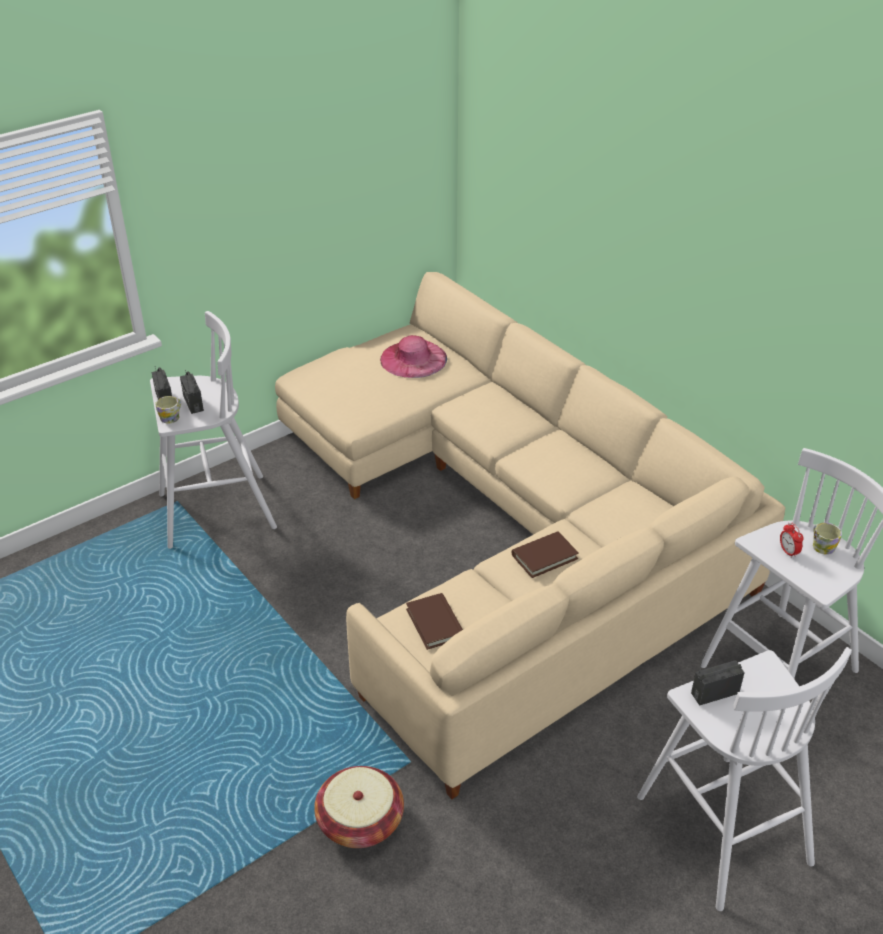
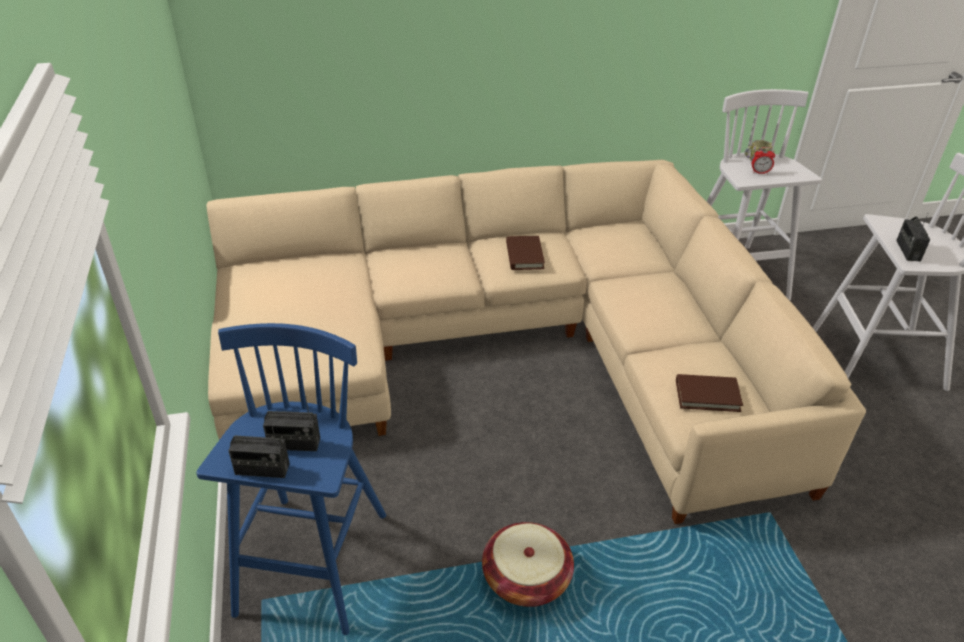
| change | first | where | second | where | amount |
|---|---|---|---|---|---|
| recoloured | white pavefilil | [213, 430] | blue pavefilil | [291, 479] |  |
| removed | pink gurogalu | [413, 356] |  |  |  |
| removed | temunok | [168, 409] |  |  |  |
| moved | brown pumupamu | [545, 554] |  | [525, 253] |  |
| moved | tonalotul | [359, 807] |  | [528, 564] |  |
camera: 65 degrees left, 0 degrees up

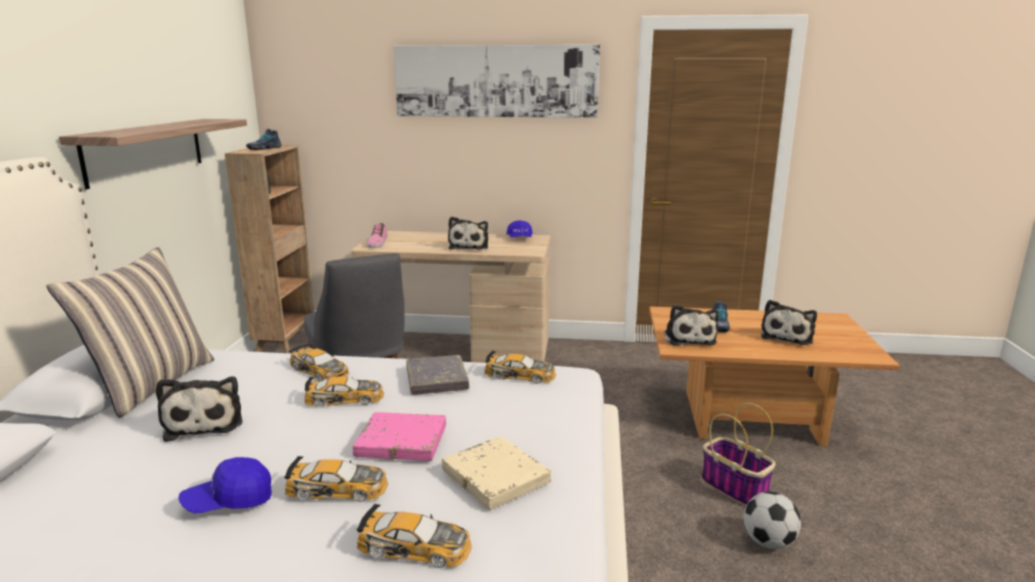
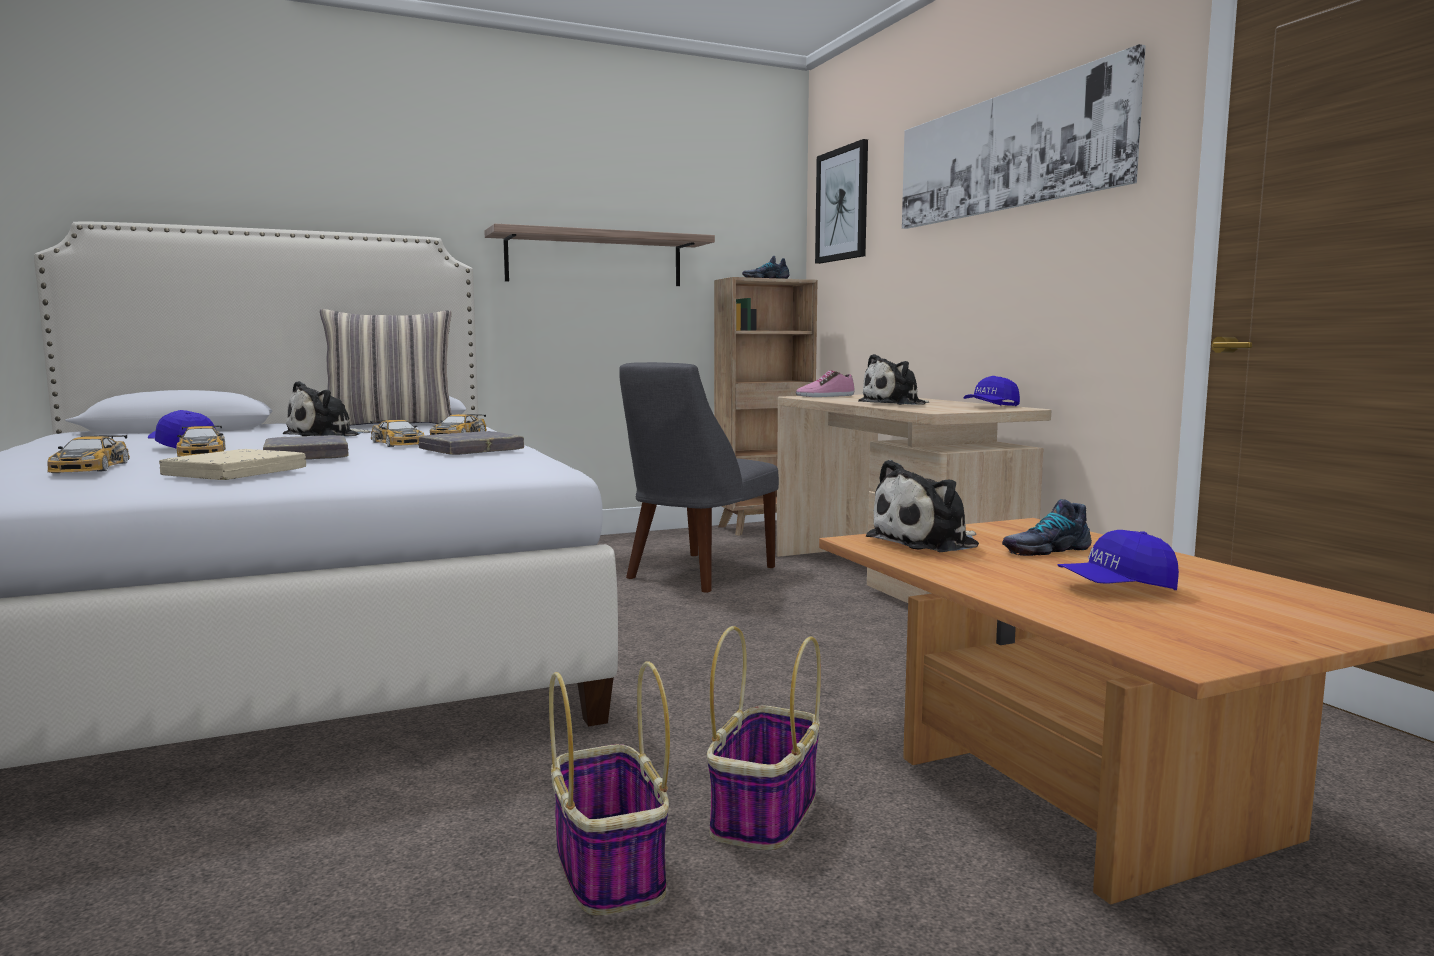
| change | first | where | second | where | amount |
|---|---|---|---|---|---|
| replaced | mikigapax | [789, 322] | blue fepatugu | [1118, 560] |  |
| removed | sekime | [520, 367] |  |  |  |
| recoloured | pink pumupamu | [399, 436] | grey pumupamu | [306, 447] |  |
| replaced | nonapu | [772, 520] | tonalotul | [609, 788] |  |
| added |  |  | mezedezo | [841, 201] |  |
camera: 60 degrees right, 10 degrees down

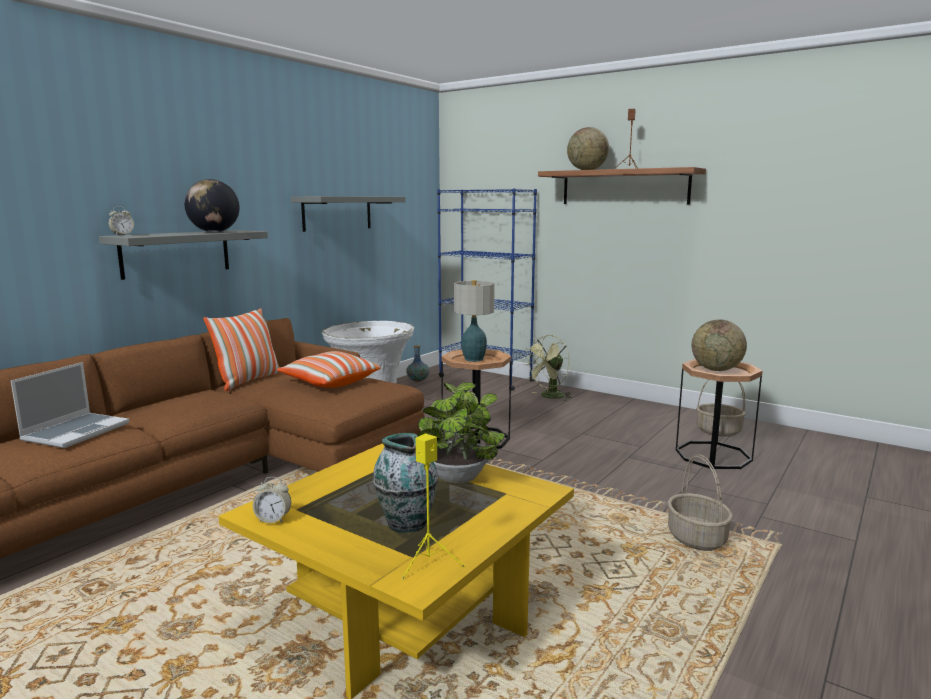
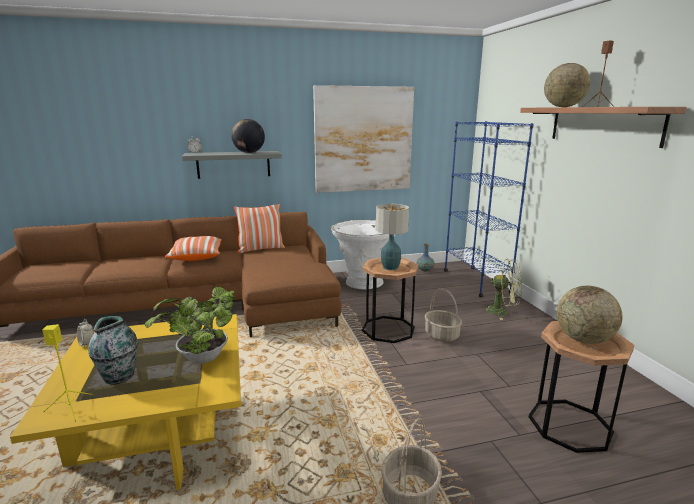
| change | first | where | second | where | amount |
|---|---|---|---|---|---|
| replaced | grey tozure | [348, 214] | mezedezo | [363, 139] |  |
| turned | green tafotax | [548, 368] |  | [501, 289] | 150 degrees counterclockwise |
| moved | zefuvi | [329, 369] |  | [193, 248] |  |
| removed | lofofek | [70, 405] |  |  |  |
| moved | tonalotul | [721, 407] |  | [443, 315] |  |
camera: 40 degrees right, 5 degrees up

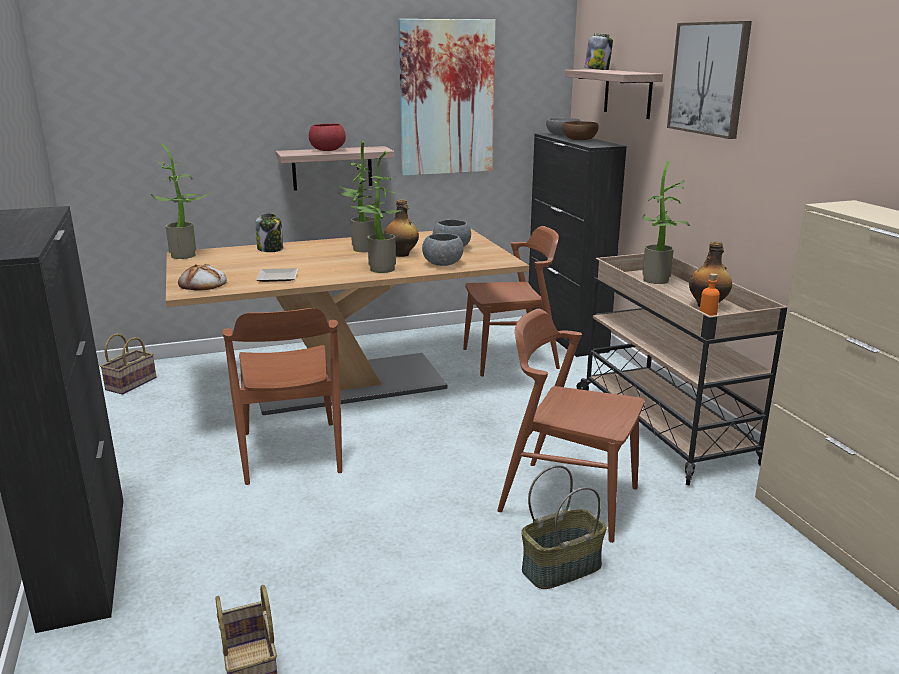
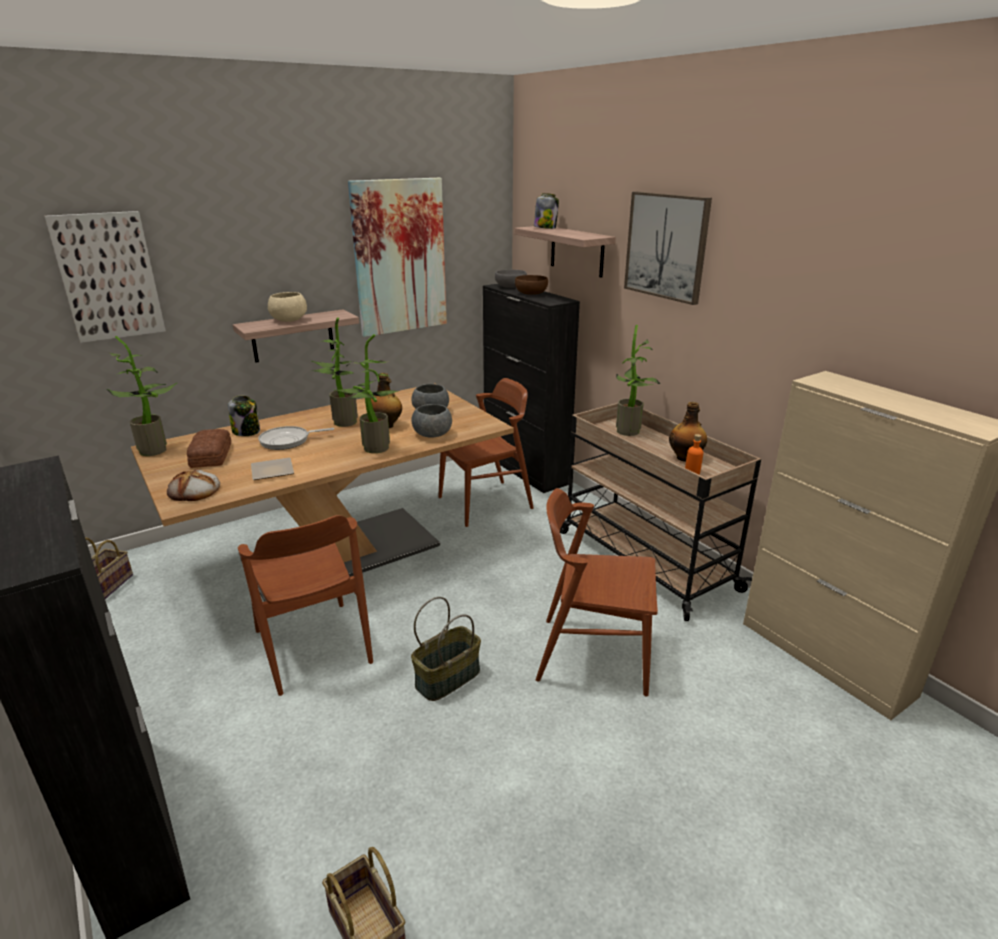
| change | first | where | second | where | amount |
|---|---|---|---|---|---|
| recoloured | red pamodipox | [327, 137] | beige pamodipox | [287, 307] |  |
| moved | tonalotul | [564, 527] |  | [446, 649] |  |
| added |  |  | mezedezo | [105, 277] |  |
| added |  |  | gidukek | [296, 438] |  |
| added |  |  | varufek | [209, 448] |  |
camera: 15 degrees left, 5 degrees up

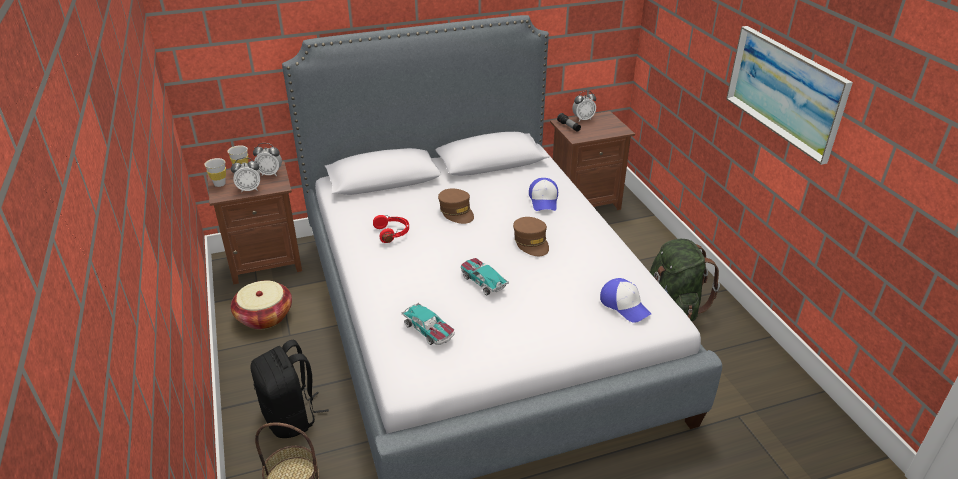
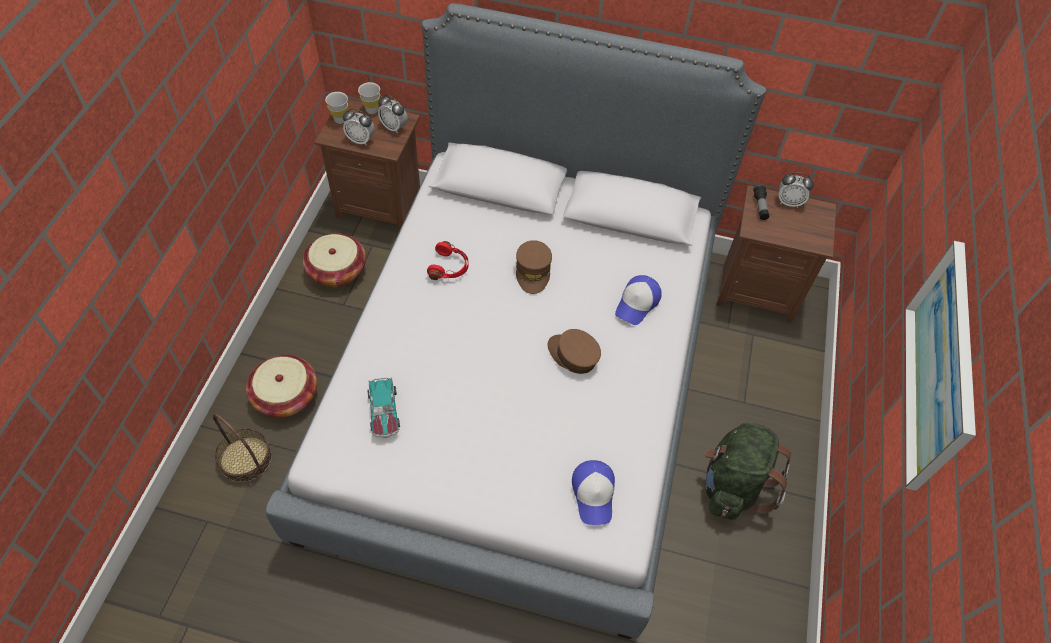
| change | first | where | second | where | amount |
|---|---|---|---|---|---|
| turned | brown fepatugu | [531, 236] |  | [574, 351] | 120 degrees clockwise |
| removed | sekime | [485, 276] |  |  |  |
| replaced | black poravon | [289, 389] | tonalotul | [281, 386] |  |
camera: 30 degrees right, 20 degrees up

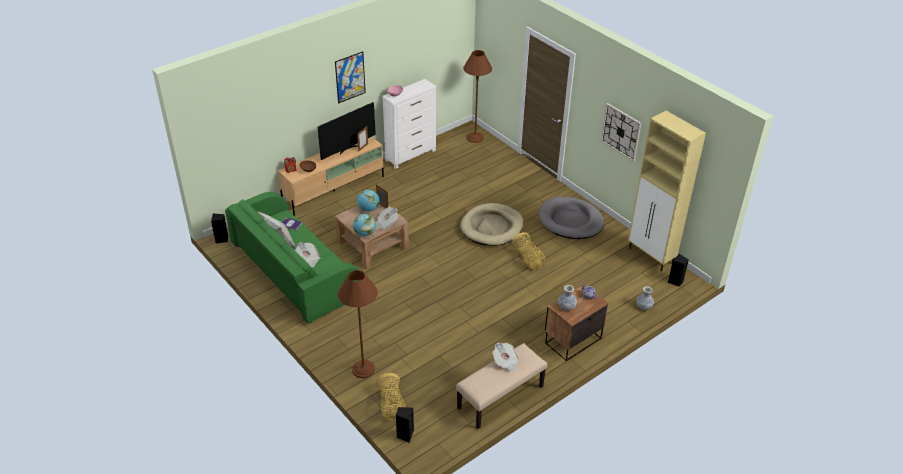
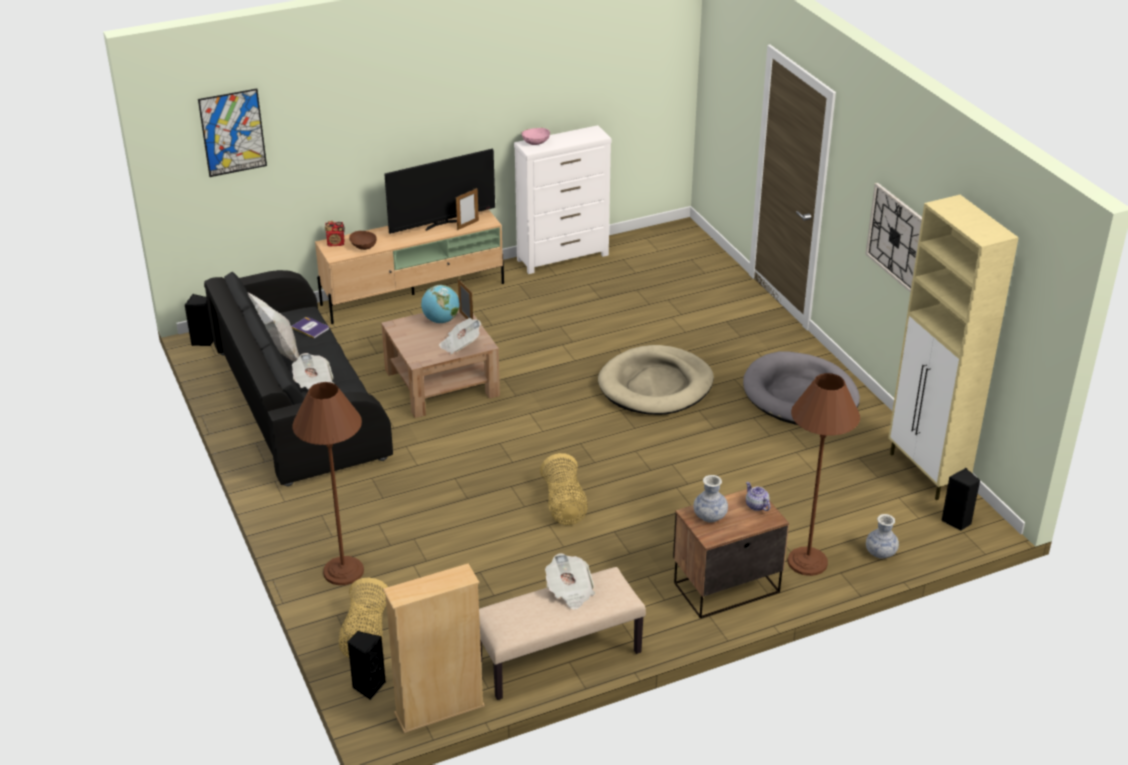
| change | first | where | second | where | amount |
|---|---|---|---|---|---|
| moved | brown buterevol | [477, 96] |  | [823, 474] |  |
| moved | mezedezo | [350, 77] |  | [232, 133] |  |
| recoloured | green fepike | [293, 257] | black fepike | [298, 378] |  |
| removed | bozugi | [364, 225] |  |  |  |
| moved | tonalotul | [528, 251] |  | [564, 489] |  |
| added |  |  | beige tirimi | [434, 648] |  |
camera: 15 degrees right, 5 degrees down

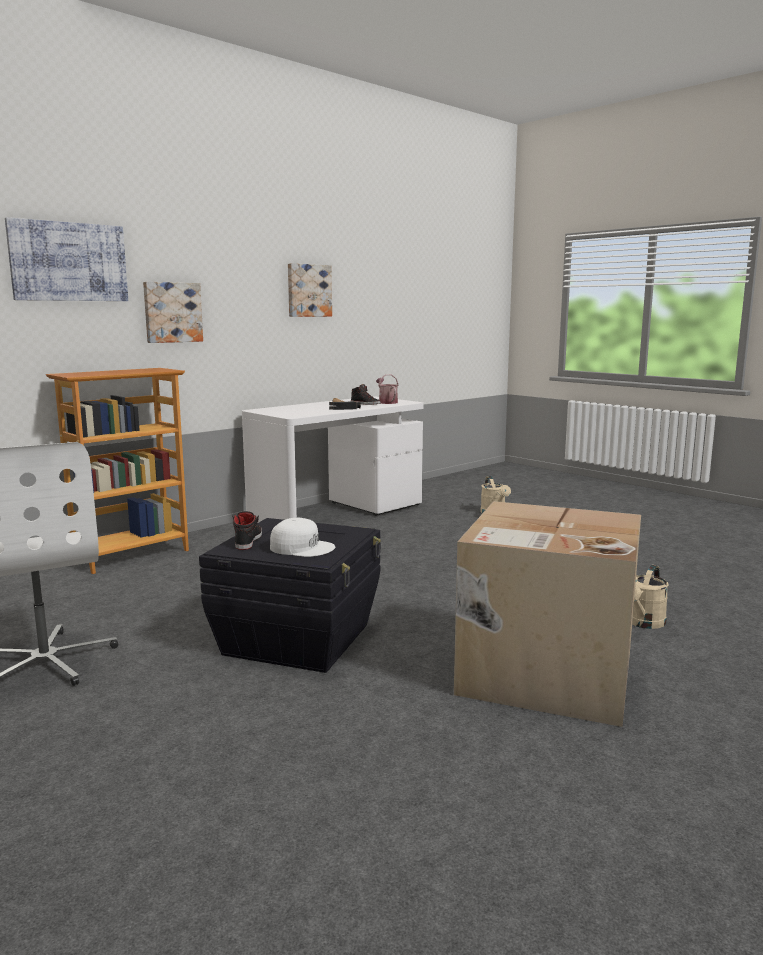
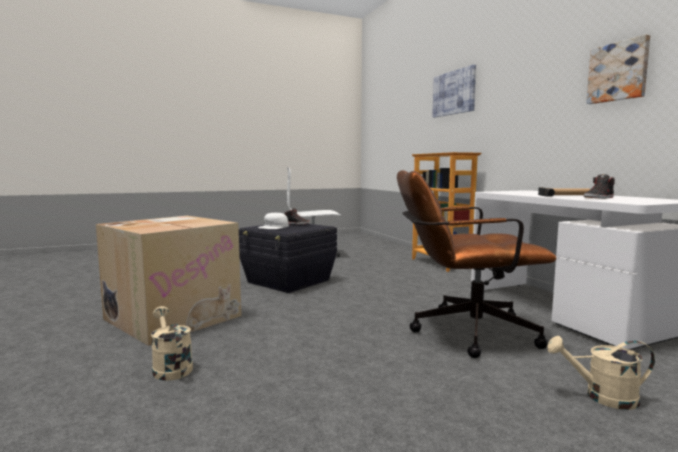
| change | first | where | second | where | amount |
|---|---|---|---|---|---|
| removed | mezedezo | [173, 312] |  |  |  |
| removed | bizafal | [387, 389] |  |  |  |
| added |  |  | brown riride | [477, 264] |  |
camera: 110 degrees right, 5 degrees down

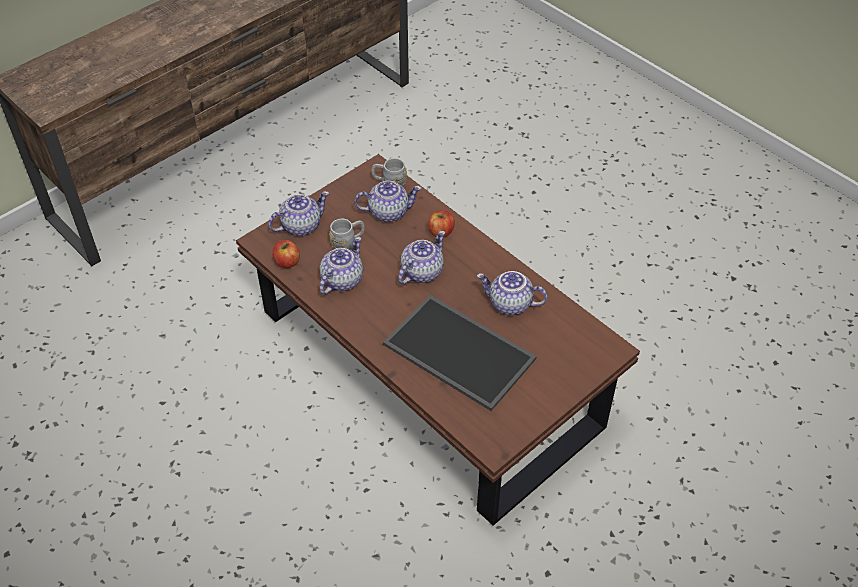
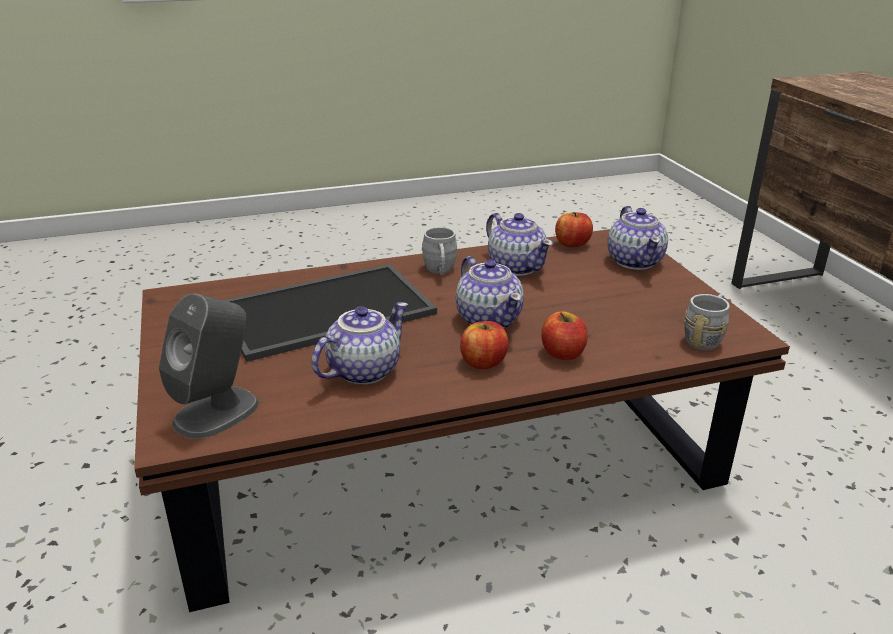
| change | first | where | second | where | amount |
|---|---|---|---|---|---|
| removed | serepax | [388, 201] |  |  |  |
| moved | grey temunok | [347, 234] |  | [439, 251] |  |
| added |  |  | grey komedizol | [209, 366] |  |
| added |  |  | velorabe | [484, 345] |  |
camera: 115 degrees right, 20 degrees down

